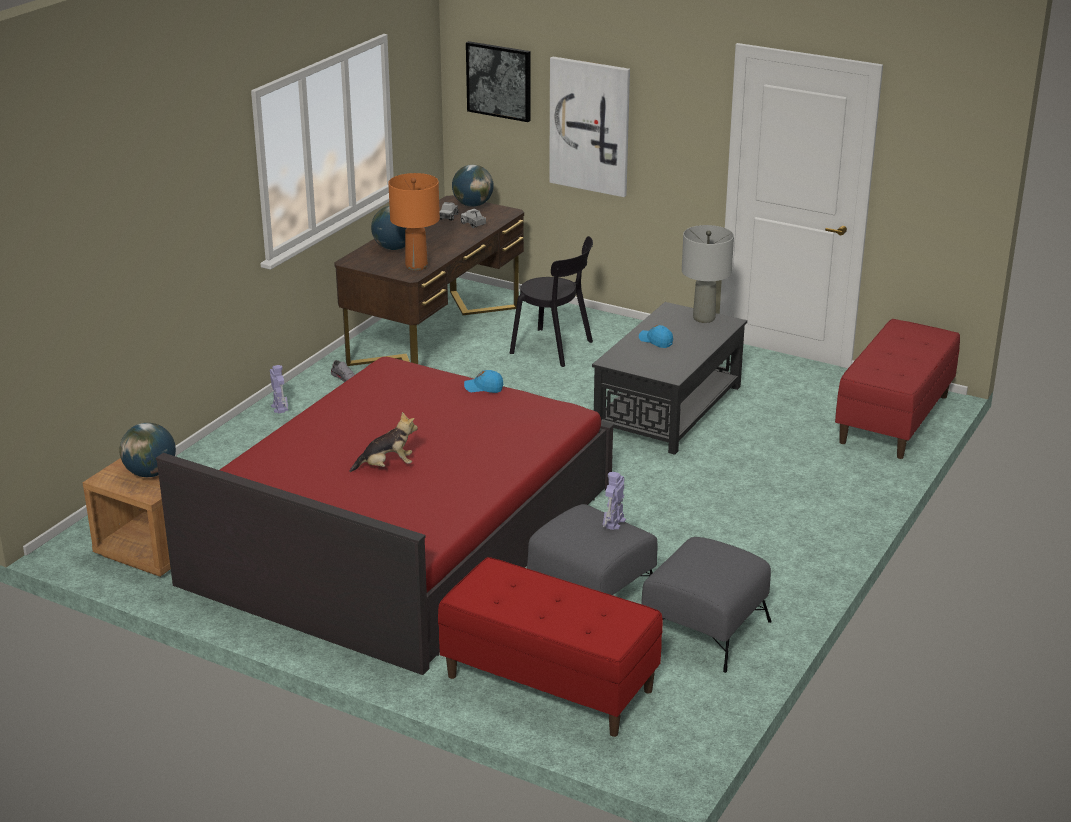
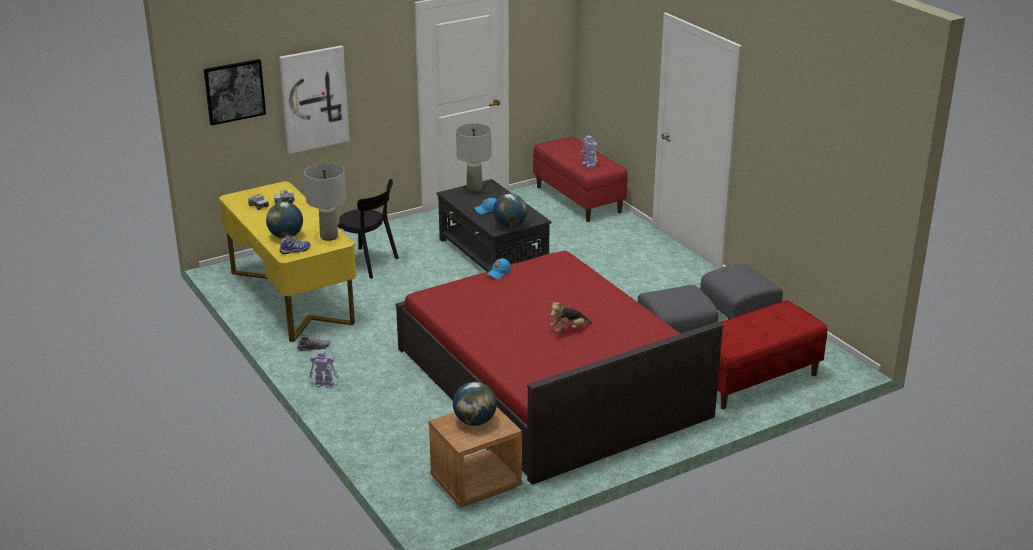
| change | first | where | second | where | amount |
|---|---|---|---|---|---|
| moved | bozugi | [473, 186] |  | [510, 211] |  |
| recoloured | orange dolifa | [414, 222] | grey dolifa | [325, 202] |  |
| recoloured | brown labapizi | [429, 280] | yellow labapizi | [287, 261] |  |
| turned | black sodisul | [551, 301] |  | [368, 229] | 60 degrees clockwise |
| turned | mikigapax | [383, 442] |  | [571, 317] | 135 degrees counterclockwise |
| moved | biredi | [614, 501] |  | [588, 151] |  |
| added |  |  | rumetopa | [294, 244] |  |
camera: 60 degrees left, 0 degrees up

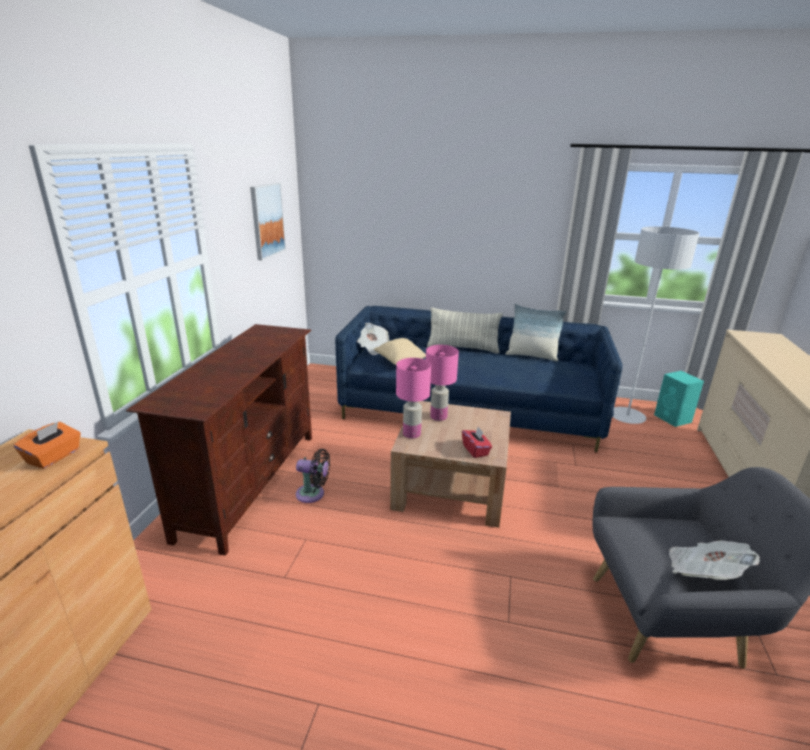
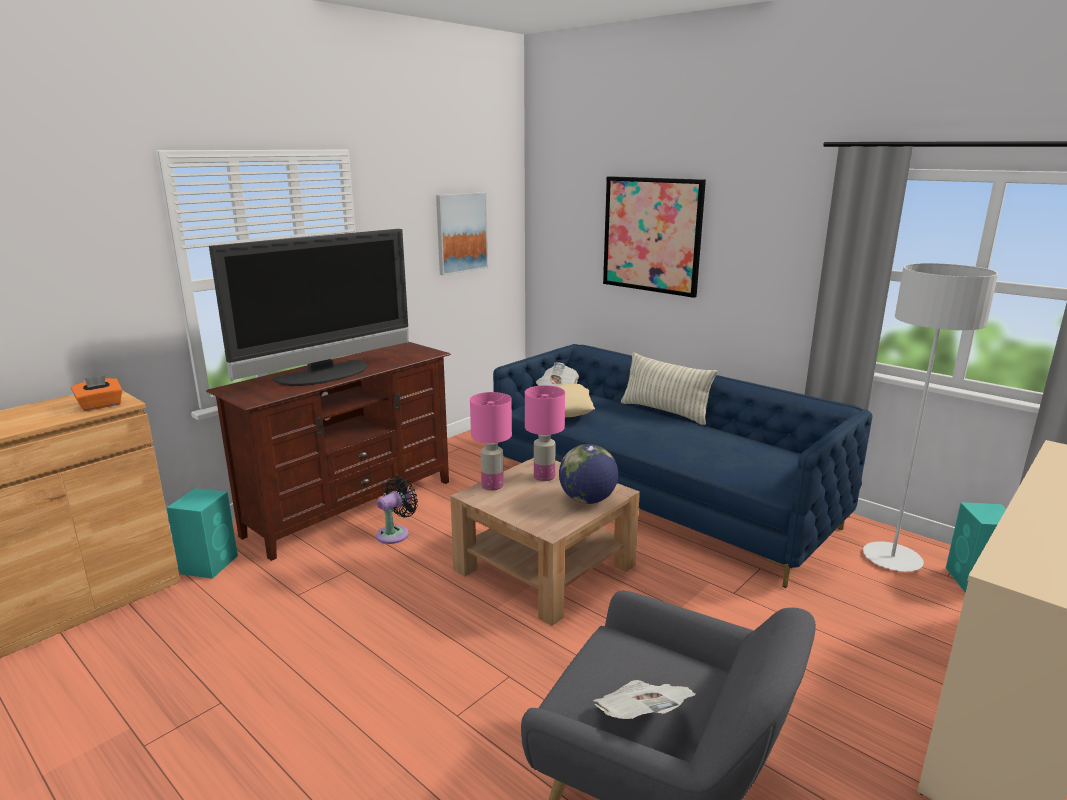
| change | first | where | second | where | amount |
|---|---|---|---|---|---|
| removed | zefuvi | [536, 333] |  |  |  |
| removed | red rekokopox | [477, 442] |  |  |  |
| turned | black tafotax | [313, 476] |  | [397, 510] | 90 degrees counterclockwise |
| added |  |  | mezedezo | [654, 237] |  |
| added |  |  | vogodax | [308, 307] |  |
| added |  |  | bozugi | [588, 474] |  |
| added |  |  | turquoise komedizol | [202, 533] |  |
camera: 30 degrees right, 5 degrees down

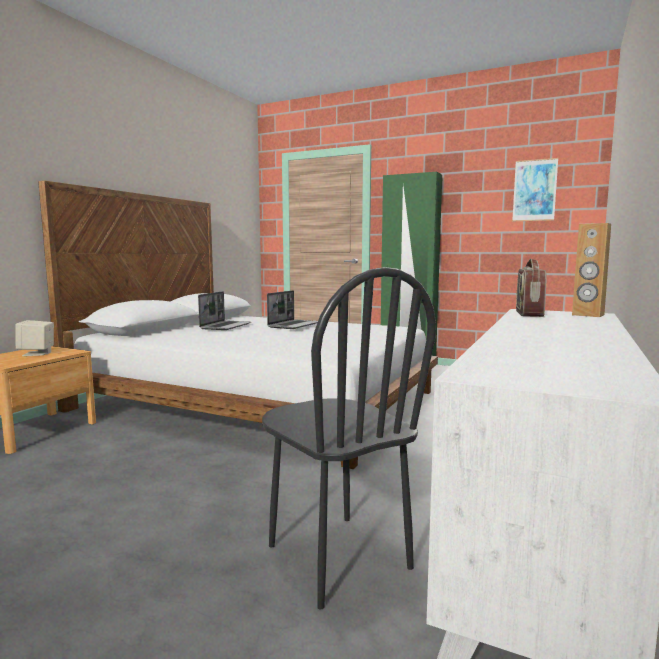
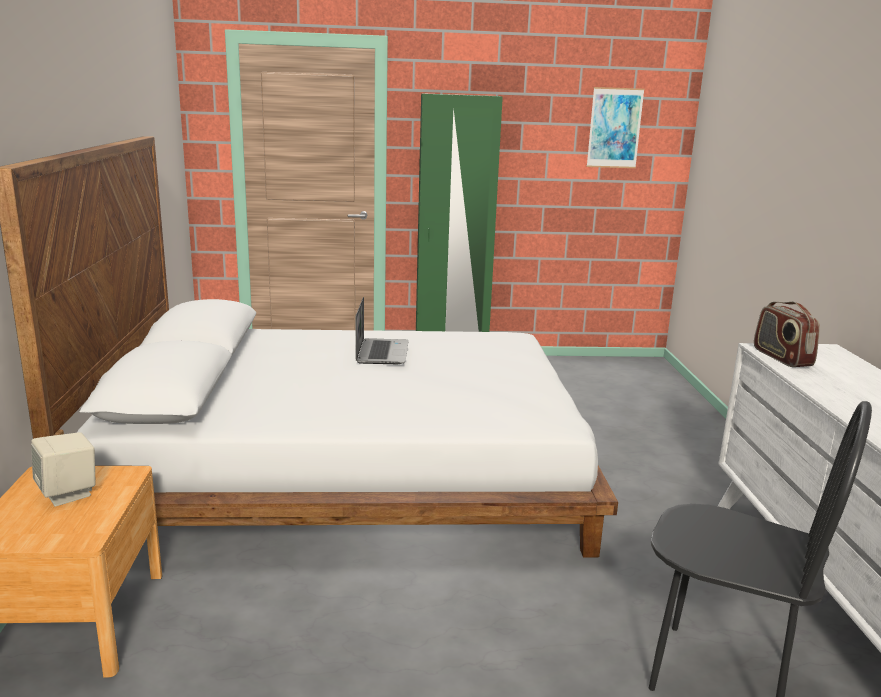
| change | first | where | second | where | amount |
|---|---|---|---|---|---|
| removed | brown komedizol | [591, 270] |  |  |  |
| removed | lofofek | [224, 310] |  |  |  |
camera: 30 degrees left, 10 degrees up

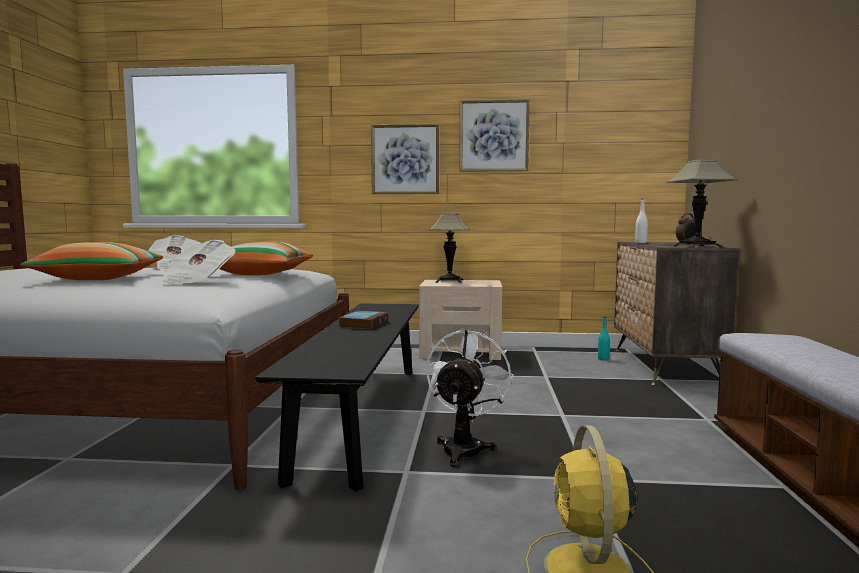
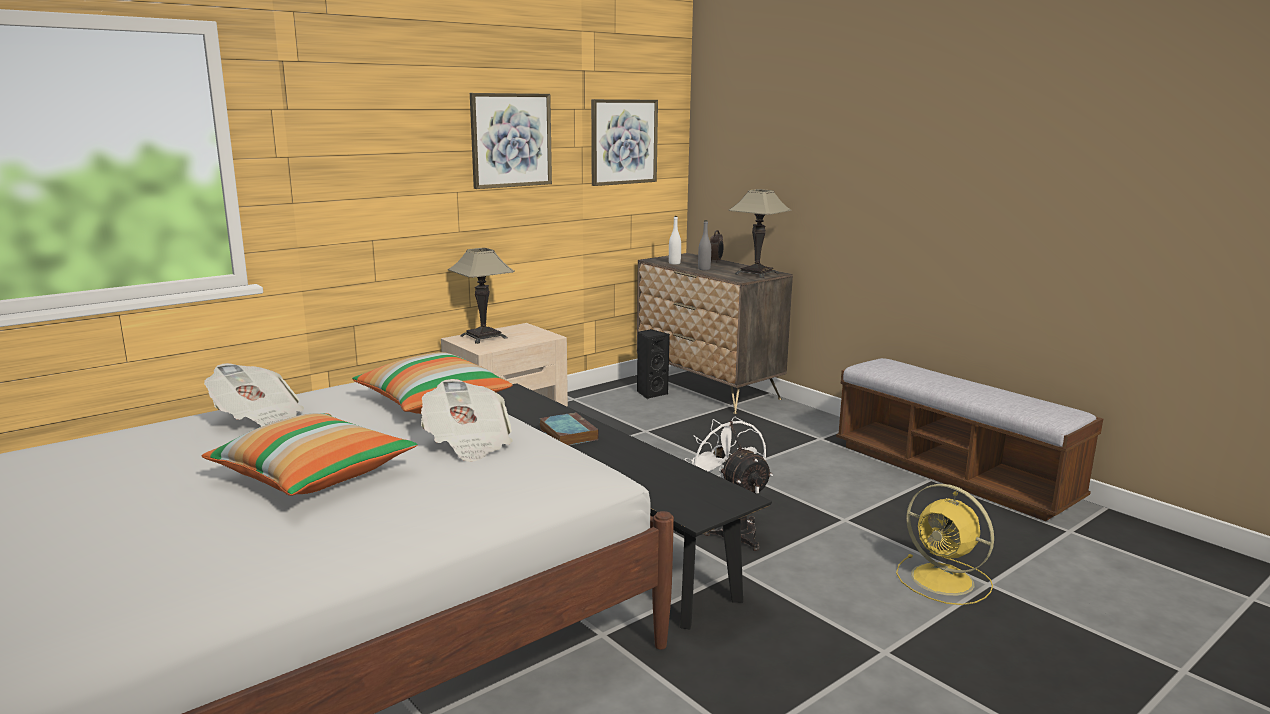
| change | first | where | second | where | amount |
|---|---|---|---|---|---|
| moved | mezedezo | [405, 159] |  | [624, 142] |  |
| replaced | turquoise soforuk | [604, 339] | black komedizol | [653, 364] |  |
| added |  |  | grey soforuk | [704, 245] |  |
camera: 45 degrees left, 10 degrees up

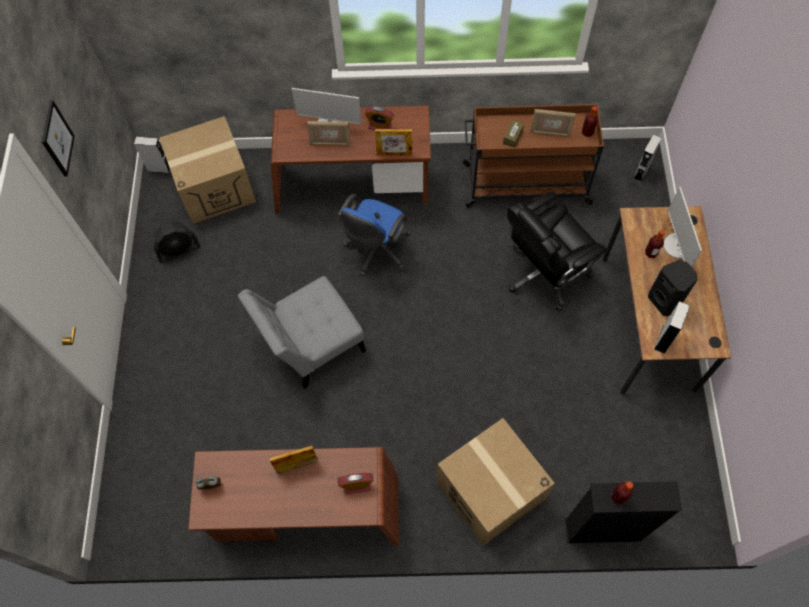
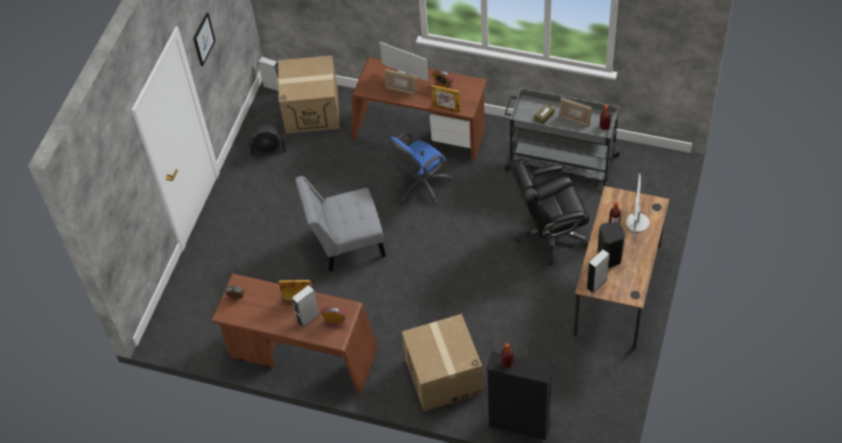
| change | first | where | second | where | amount |
|---|---|---|---|---|---|
| recoloured | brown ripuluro | [533, 156] | grey ripuluro | [562, 137] |  |
| moved | grey komedizol | [647, 158] |  | [306, 306] |  |
camera: 20 degrees right, 10 degrees down

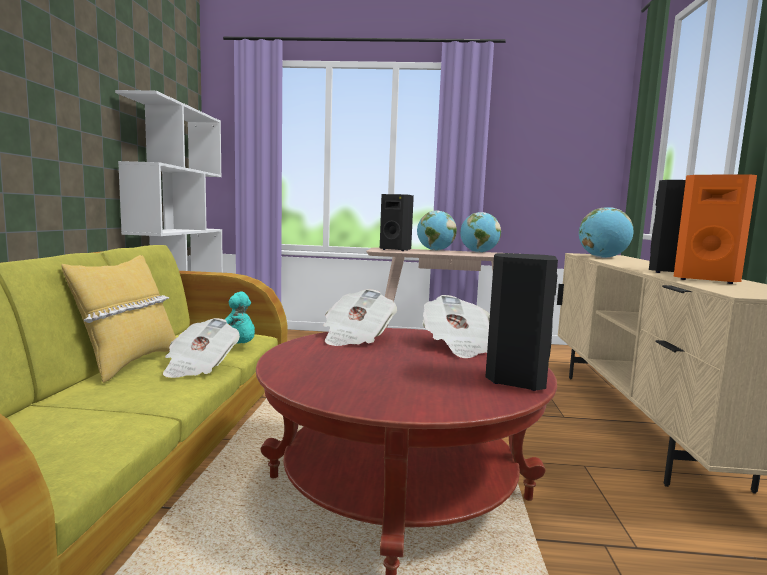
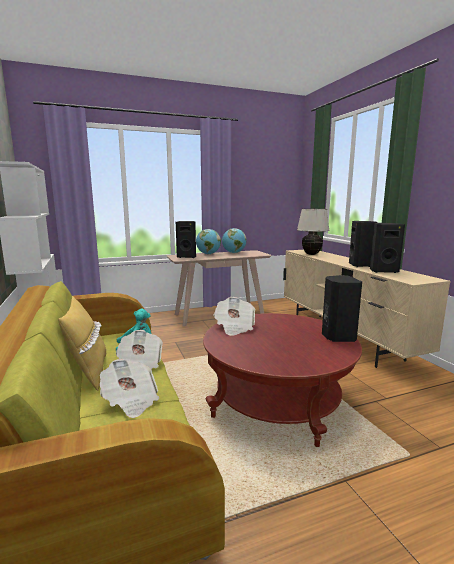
| change | first | where | second | where | amount |
|---|---|---|---|---|---|
| recoloured | orange komedizol | [715, 229] | black komedizol | [387, 248] |  |
| replaced | bozugi | [606, 232] | beige dolifa | [313, 231] |  |
| moved | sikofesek | [456, 326] |  | [129, 388] |  |
camera: 25 degrees left, 5 degrees up

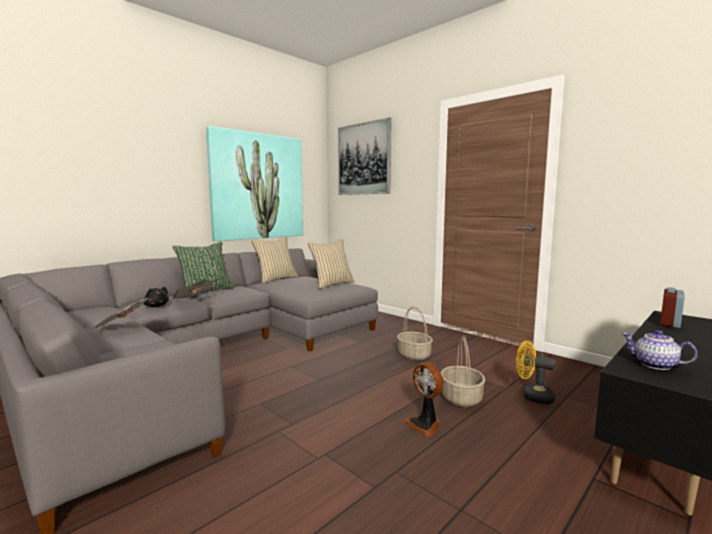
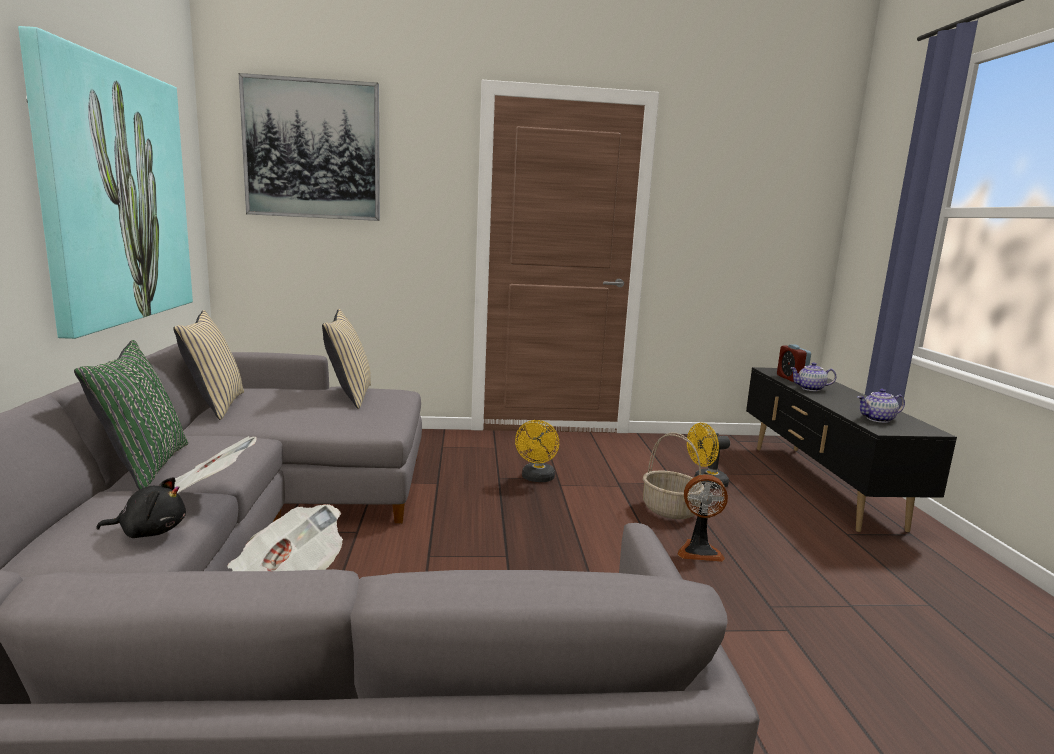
| change | first | where | second | where | amount |
|---|---|---|---|---|---|
| replaced | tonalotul | [415, 334] | yellow tafotax | [537, 451] |  |
| added |  |  | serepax | [813, 377] |  |
camera: 50 degrees left, 5 degrees up

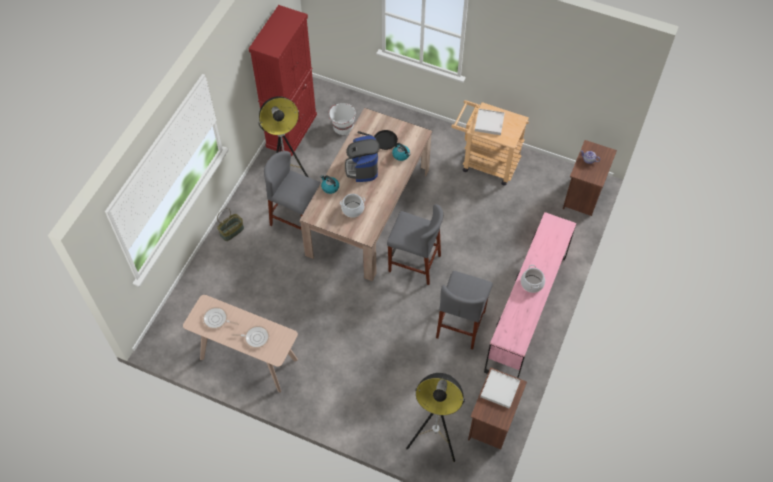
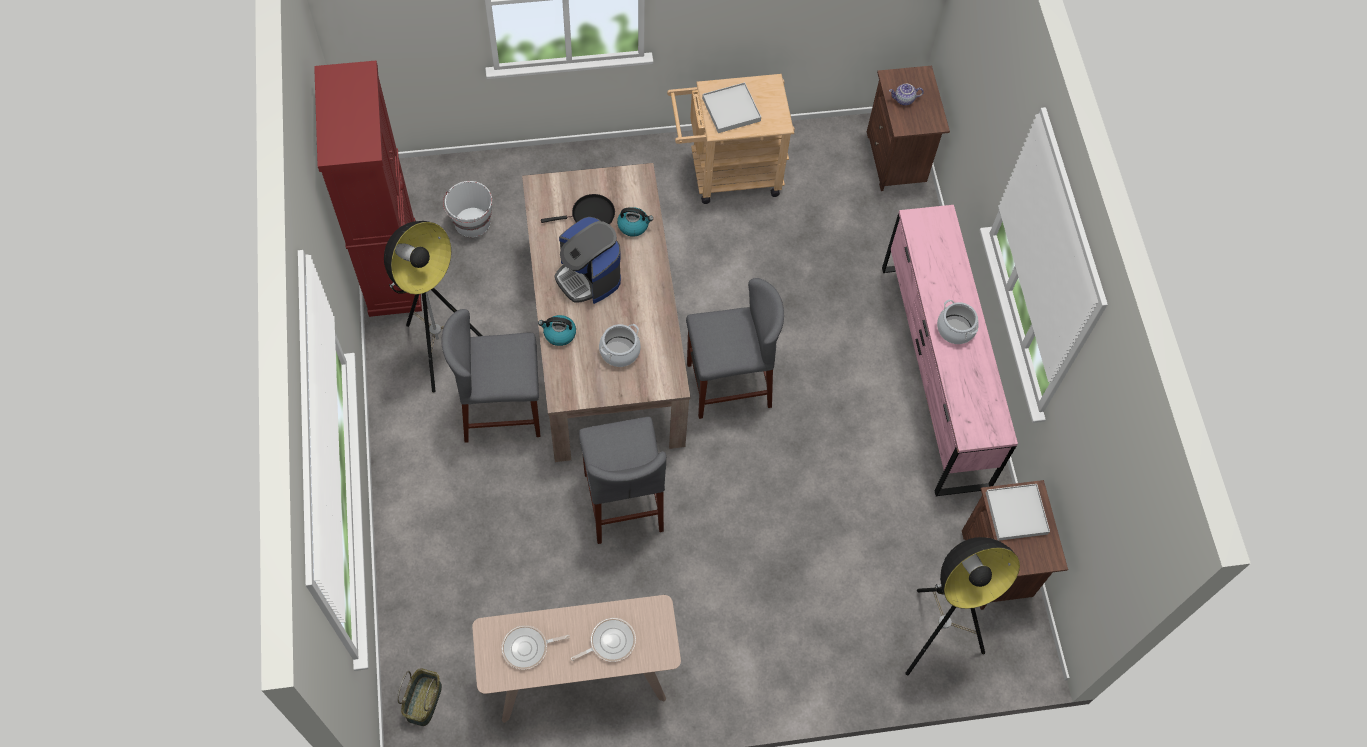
| change | first | where | second | where | amount |
|---|---|---|---|---|---|
| moved | tonalotul | [230, 224] |  | [419, 697] |  |
| moved | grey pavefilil | [464, 310] |  | [622, 480] |  |
camera: 35 degrees left, 5 degrees up

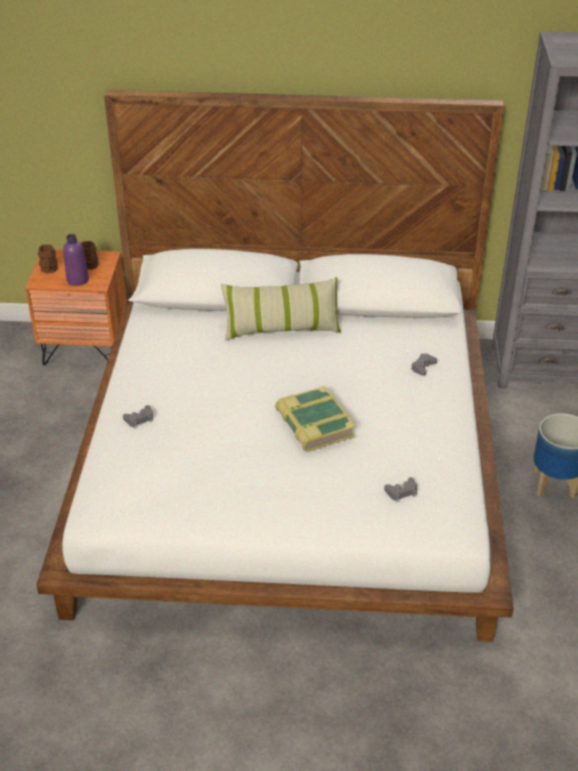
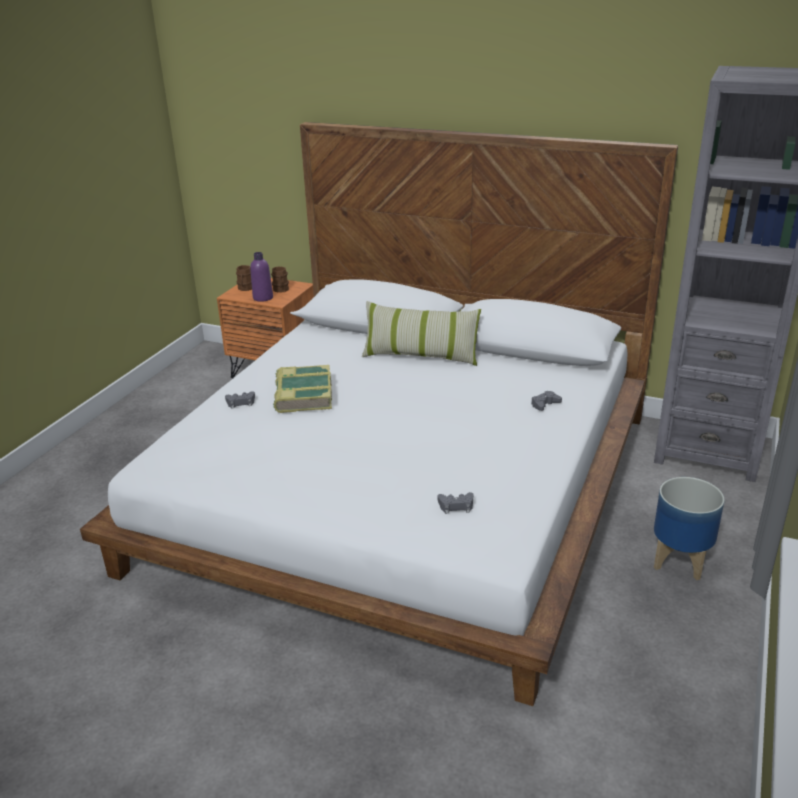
| change | first | where | second | where | amount |
|---|---|---|---|---|---|
| moved | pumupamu | [315, 419] |  | [302, 389] |  |
camera: 20 degrees right, 10 degrees down

